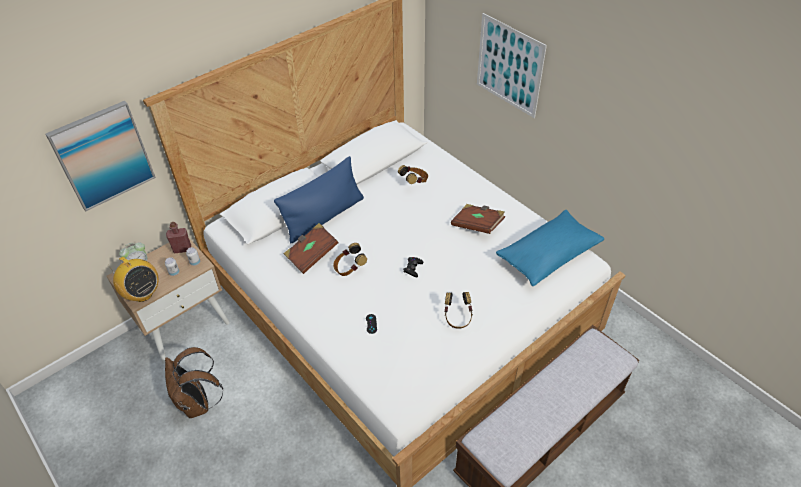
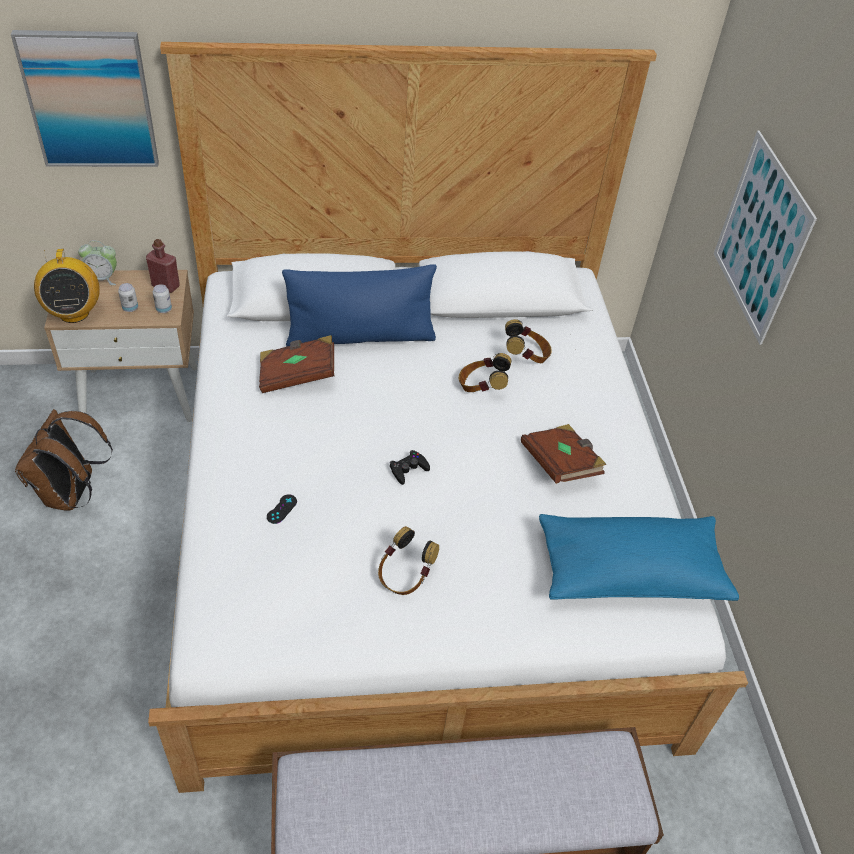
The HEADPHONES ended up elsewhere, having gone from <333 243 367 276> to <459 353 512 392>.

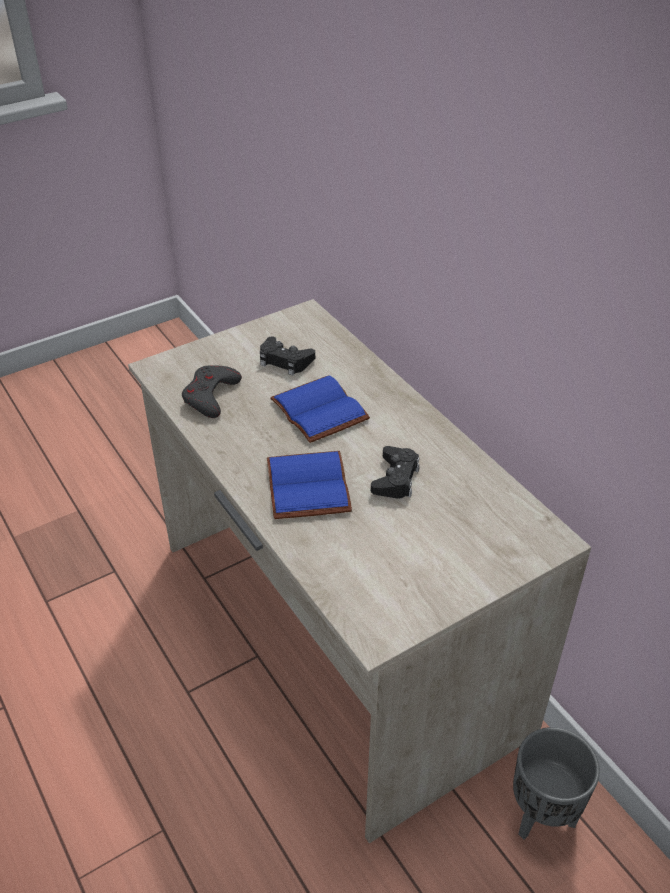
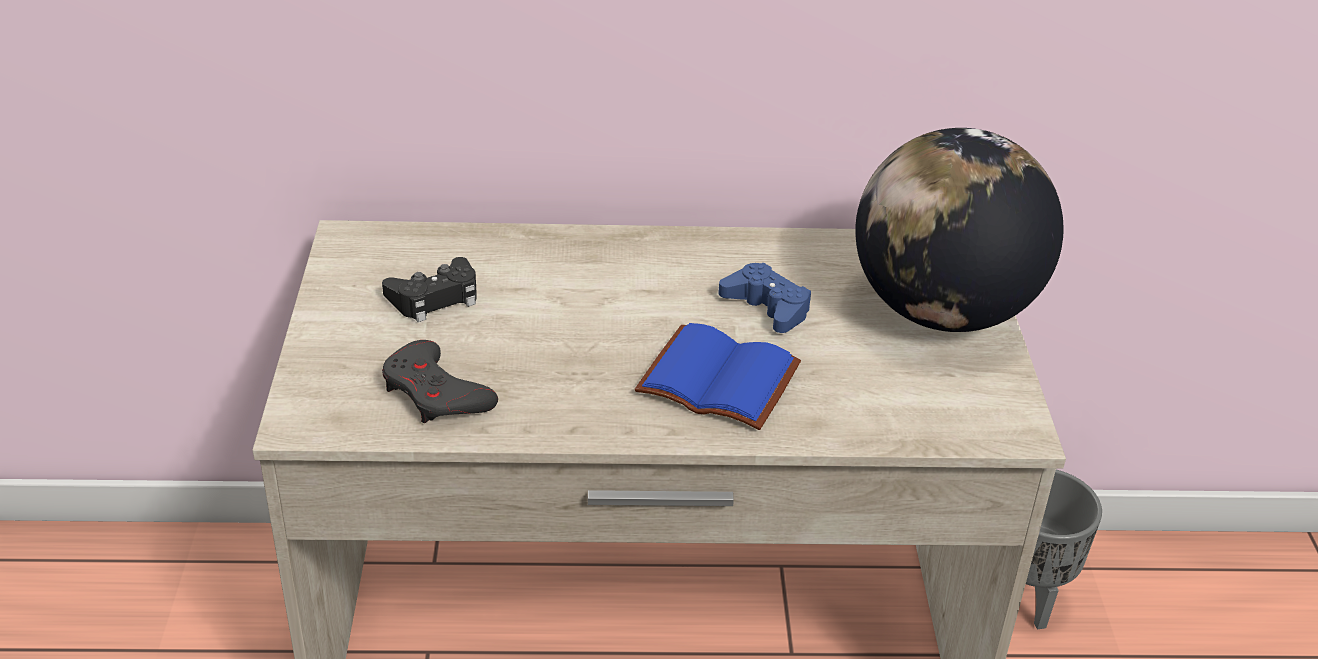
What was the BLACK GAME CONTROLLER at <371 446 419 499> turned into the BLUE GAME CONTROLLER at <718 263 811 333>.
The second view gained the GLOBE at <855 128 1064 332>.
The second view lost the BLUE BOOK at <270 375 370 443>.

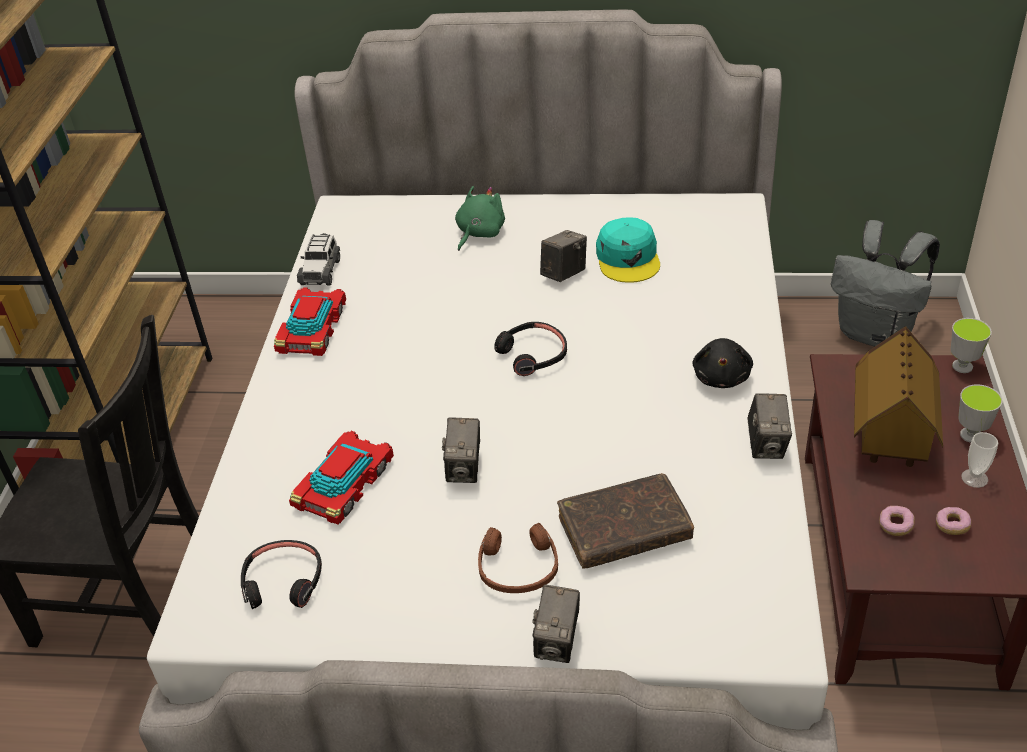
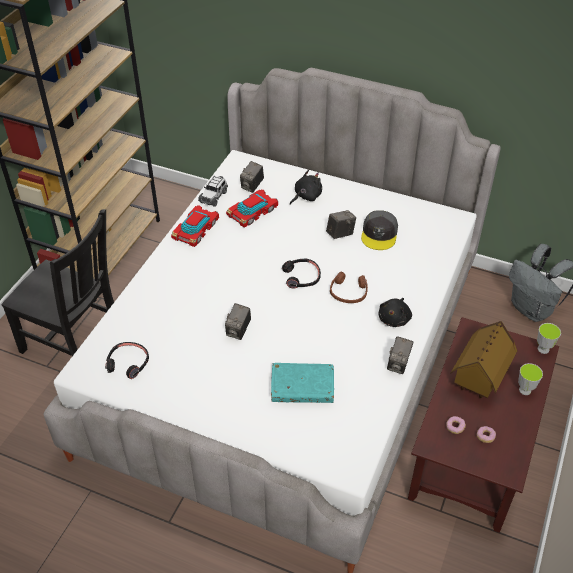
The TOY CAR ended up elsewhere, having gone from <289 431 394 524> to <226 190 278 227>.
The PHOTO CAMERA ended up elsewhere, having gone from <532 585 580 663> to <240 161 264 193>.
What was the BROWN BOOK at <557 473 694 568> turned into the TURQUOISE BOOK at <271 363 334 403>.
What was the GREEN PLUSH TOY at <455 186 505 251> turned into the BLACK PLUSH TOY at <290 170 322 205>.
The BROWN HEADPHONES ended up elsewhere, having gone from <478 523 558 593> to <330 271 368 303>.
What was the TURQUOISE CAP at <596 218 660 283> turned into the GREY CAP at <361 210 398 250>.
The second view lost the CUP at <961 432 998 488>.

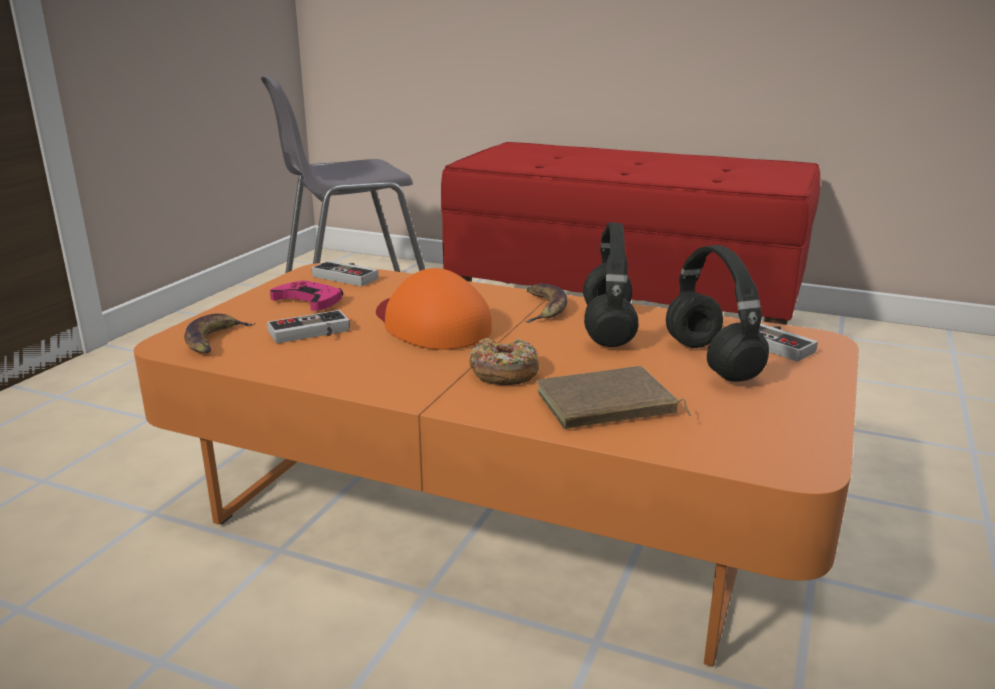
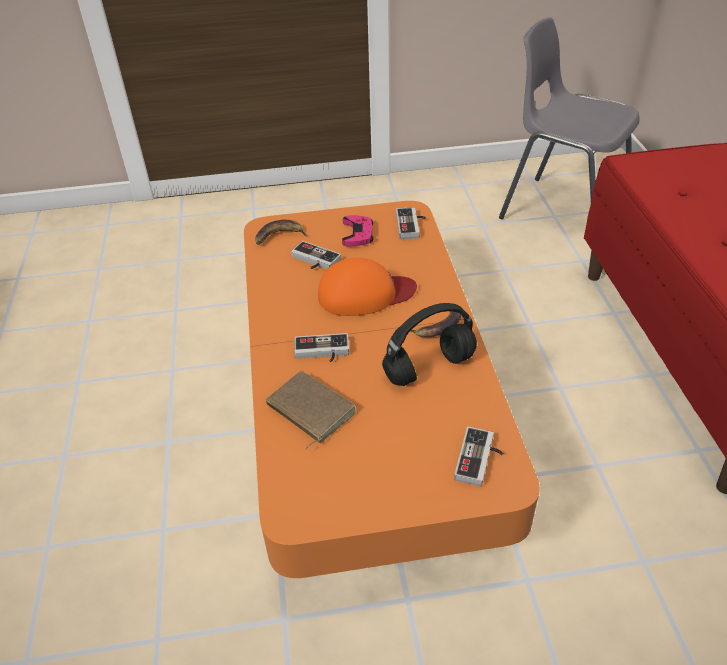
Where the DONUT stood at <469 338 539 385>, the GAME CONTROLLER came to stand at <294 333 350 362>.
The ORANGE CAP at <376 268 492 350> ended up facing another way, 60 degrees clockwise from before.
The second view lost the BLACK HEADPHONES at <666 245 769 382>.

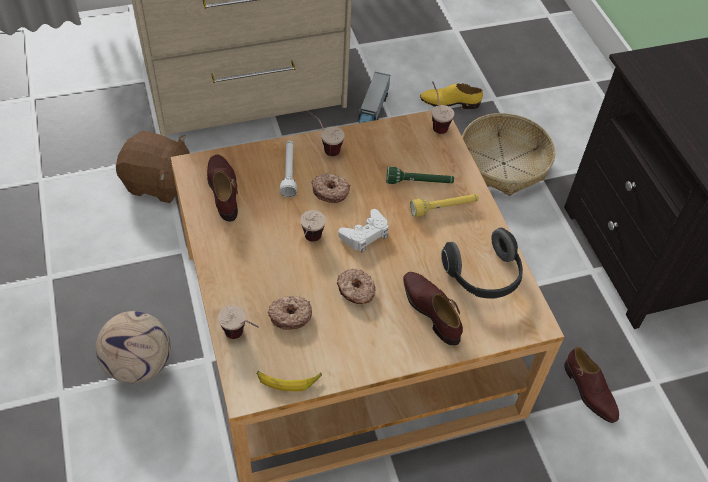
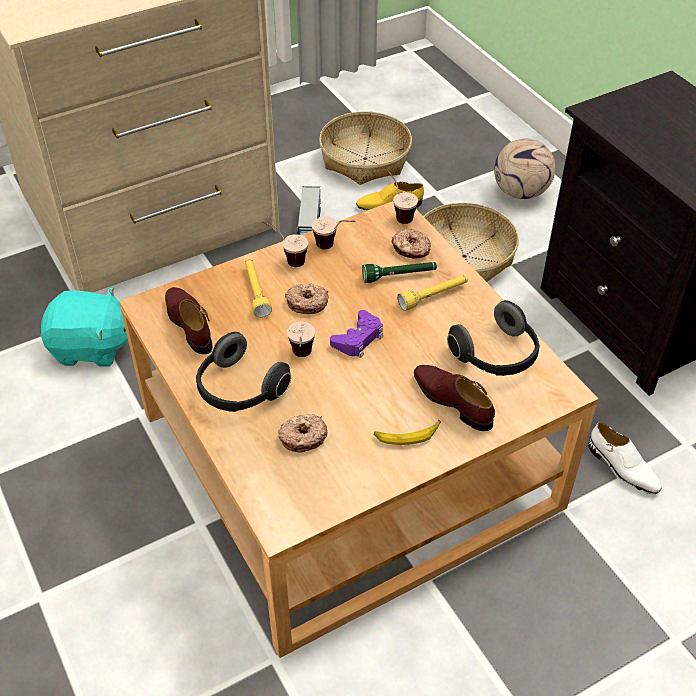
What was the BROWN PLUSH TOY at <116 131 190 203> turned into the TURQUOISE PLUSH TOY at <41 287 128 367>.
The second view gained the HEADPHONES at <196 332 291 412>.
What was the WHITE FLASHLIGHT at <280 141 297 197> turned into the YELLOW FLASHLIGHT at <245 258 272 318>.
The CUP ended up elsewhere, having gone from <218 305 259 339> to <312 217 356 249>.
The second view gained the BASKET at <319 111 412 185>.
What was the WHITE GAME CONTROLLER at <338 209 389 252> turned into the PURPLE GAME CONTROLLER at <330 310 383 358>.
The BANANA ended up elsewhere, having gone from <257 371 322 391> to <374 420 441 445>.
The DONUT ended up elsewhere, having gone from <337 268 376 304> to <392 229 431 259>.
The FOOTBALL ended up elsewhere, having gone from <96 311 171 383> to <494 139 555 199>.
What was the BROWN SHOE at <564 347 619 423> turned into the WHITE SHOE at <588 422 661 494>.

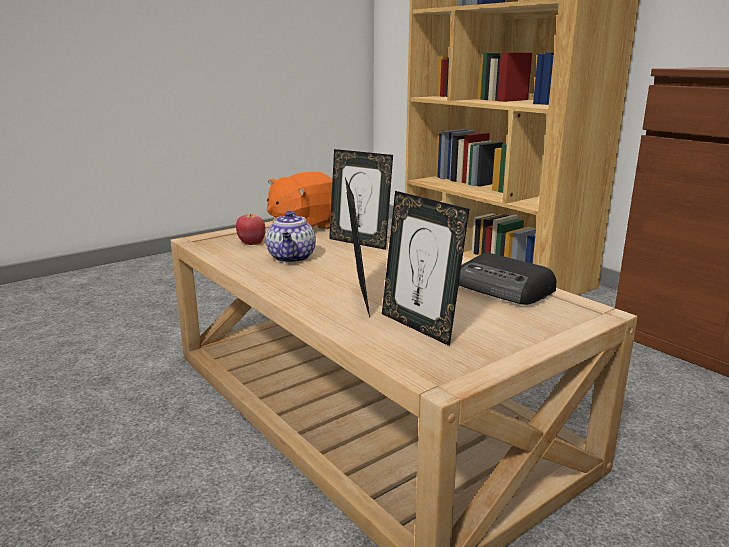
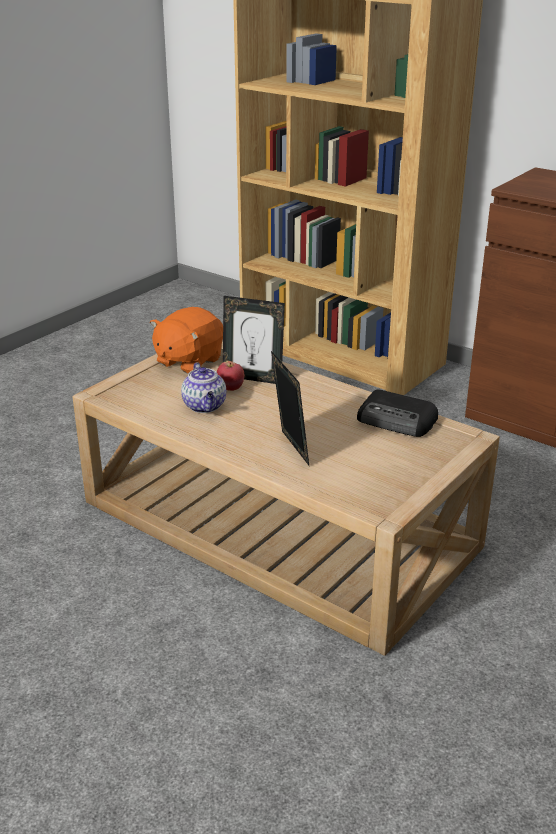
The APPLE ended up elsewhere, having gone from <236 214 266 245> to <217 361 244 391>.
The second view lost the PICTURE FRAME at <382 191 469 346>.

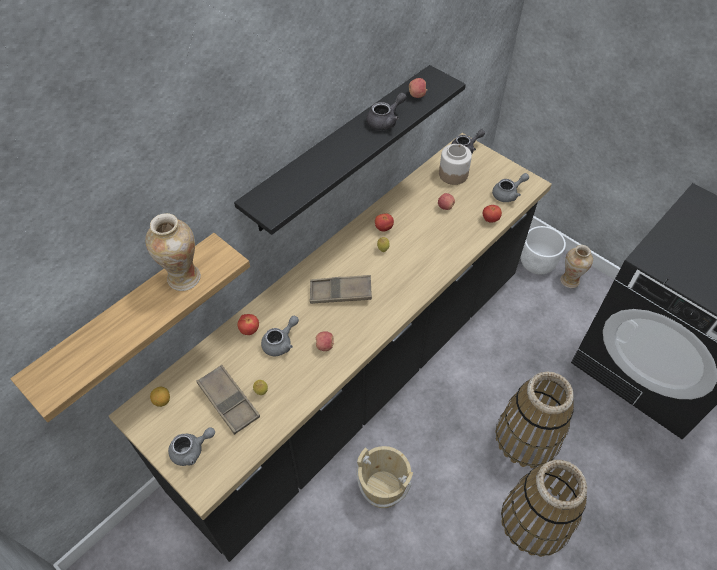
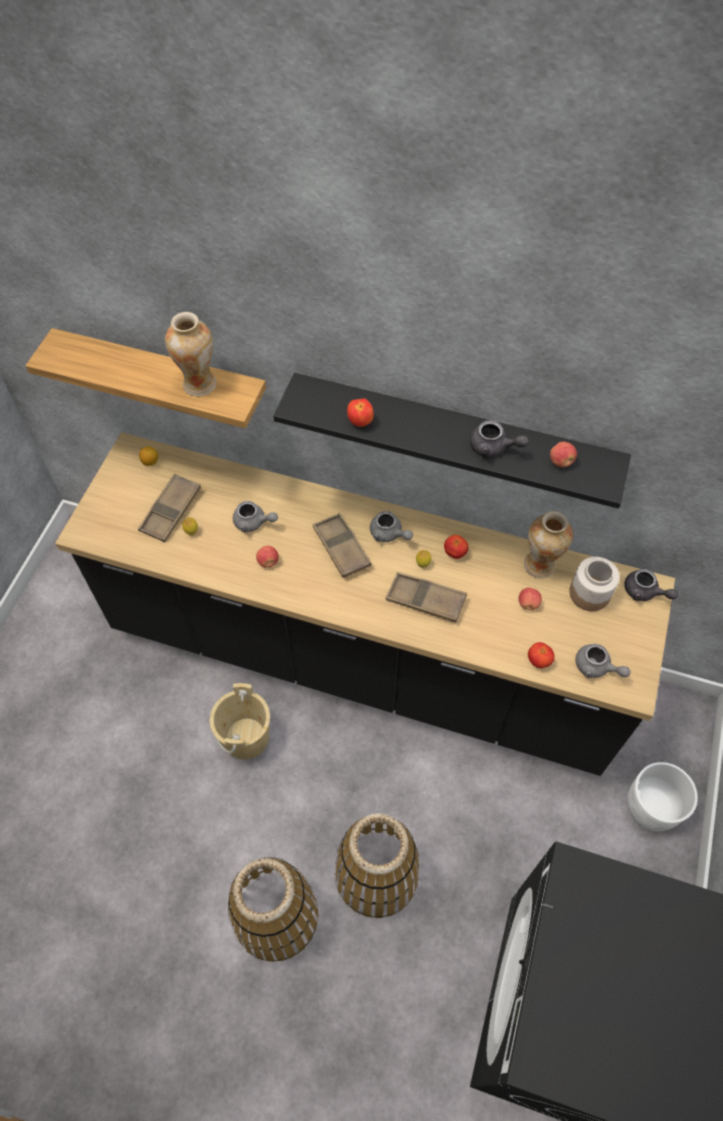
The APPLE ended up elsewhere, having gone from <238 314 259 335> to <347 398 374 427>.
The GREY TEAPOT ended up elsewhere, having gone from <168 427 215 466> to <370 511 413 542>.
The second view gained the BROWN TRAY at <386 572 467 623>.
The VASE ended up elsewhere, having gone from <560 245 593 288> to <524 511 573 578>.

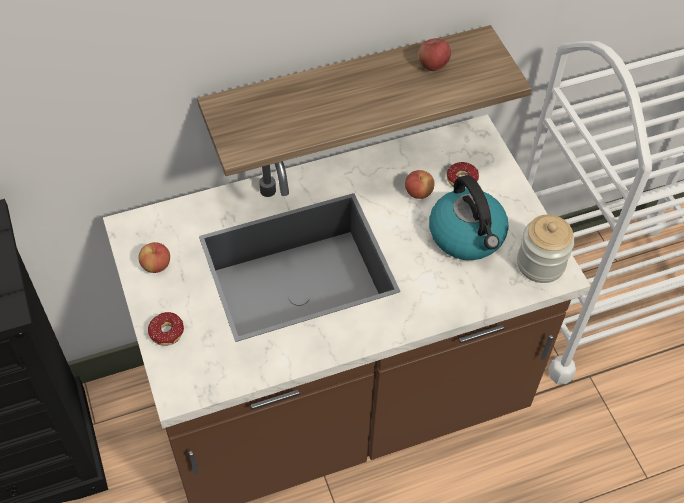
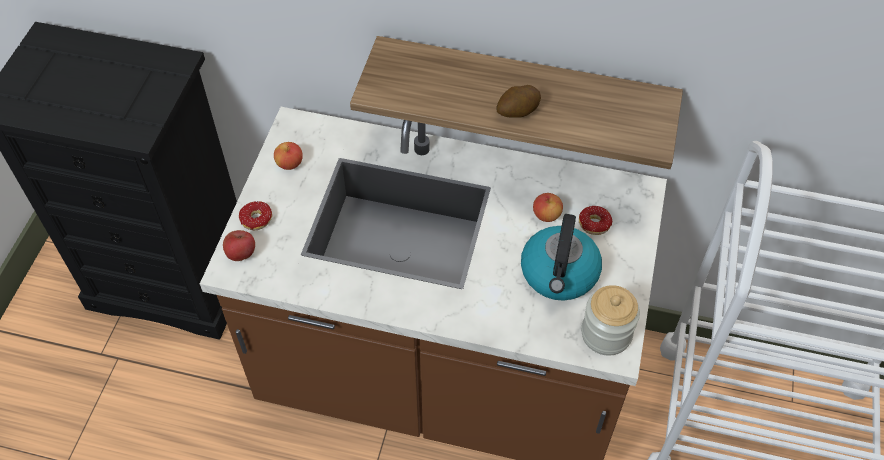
The APPLE ended up elsewhere, having gone from <418 38 451 71> to <223 230 255 261>.
The second view gained the POTATO at <497 85 541 118>.

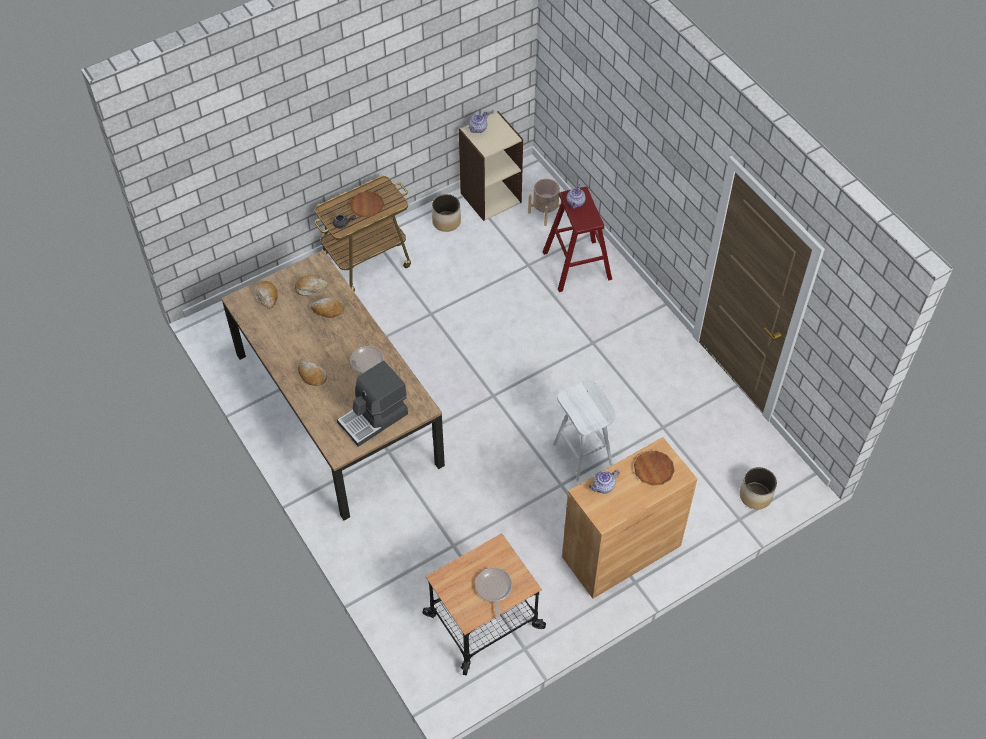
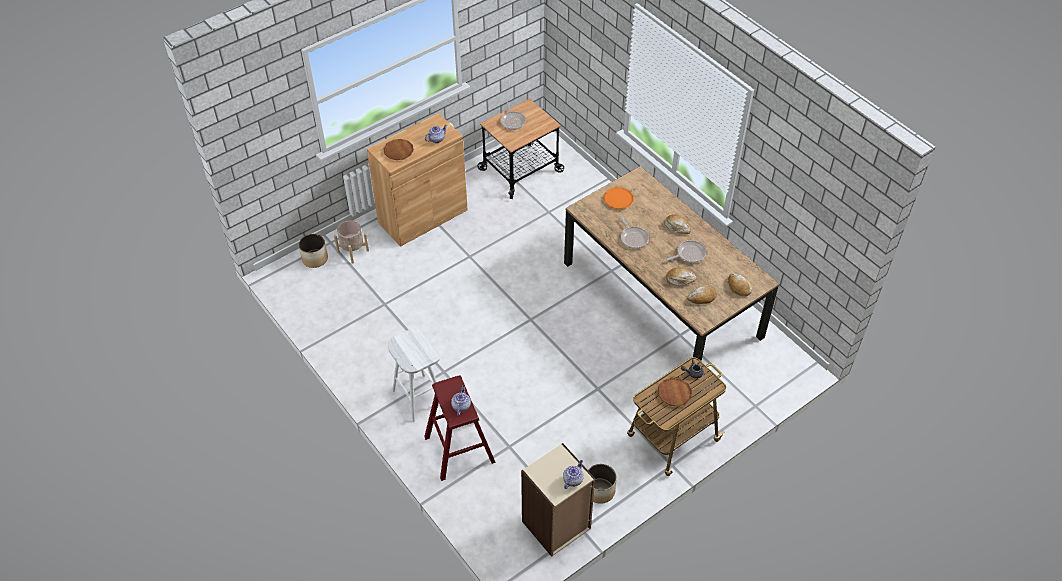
The BEIGE PLANTER ended up elsewhere, having gone from <528 179 562 226> to <334 220 369 263>.
The WHITE STOOL ended up elsewhere, having gone from <553 381 616 482> to <388 327 440 422>.
Where the COFFEE MACHINE stood at <337 360 408 447>, the ORANGE PLATE came to stand at <604 187 634 209>.
The second view gained the FRYING PAN at <665 240 706 263>.

